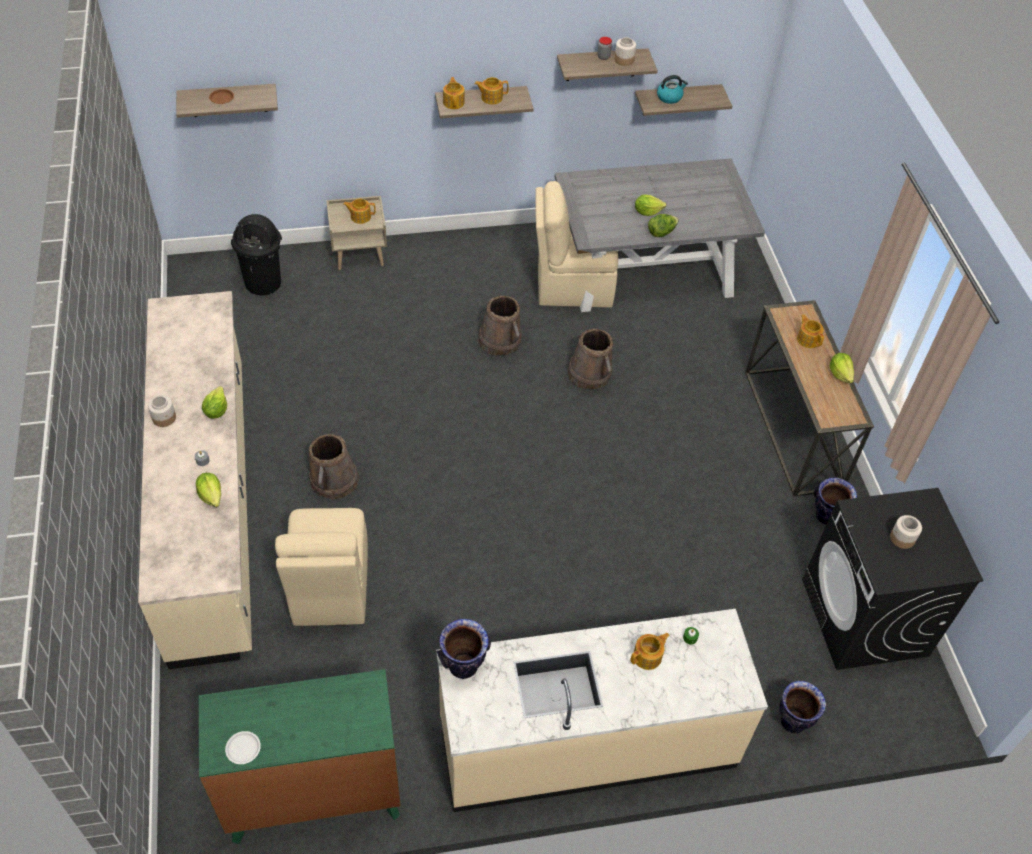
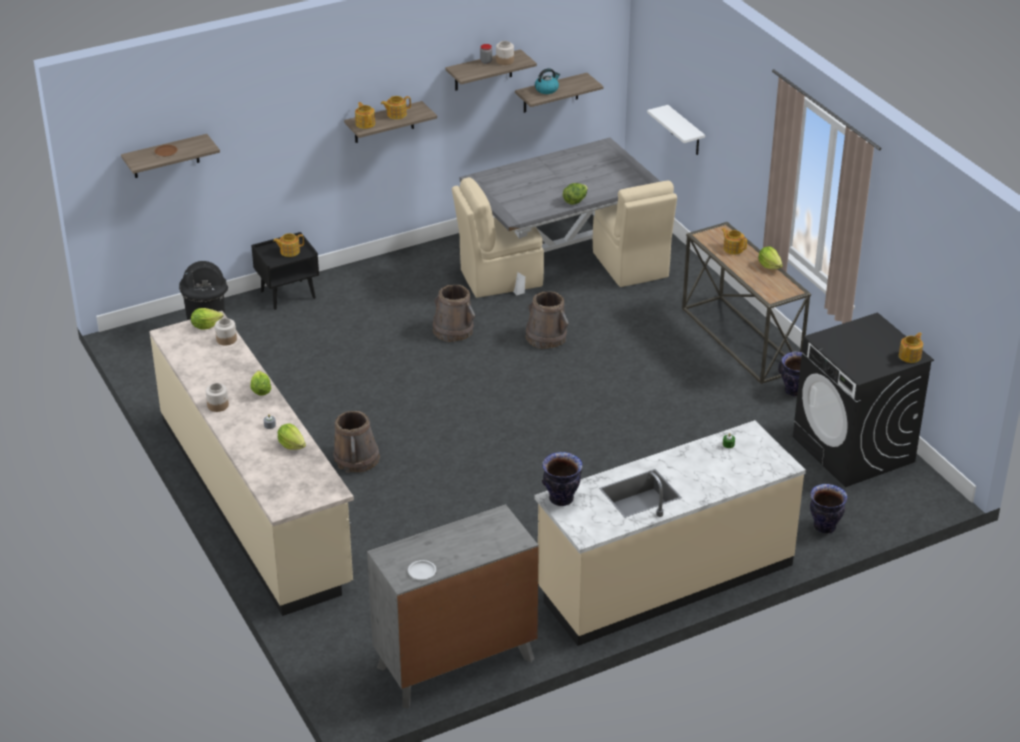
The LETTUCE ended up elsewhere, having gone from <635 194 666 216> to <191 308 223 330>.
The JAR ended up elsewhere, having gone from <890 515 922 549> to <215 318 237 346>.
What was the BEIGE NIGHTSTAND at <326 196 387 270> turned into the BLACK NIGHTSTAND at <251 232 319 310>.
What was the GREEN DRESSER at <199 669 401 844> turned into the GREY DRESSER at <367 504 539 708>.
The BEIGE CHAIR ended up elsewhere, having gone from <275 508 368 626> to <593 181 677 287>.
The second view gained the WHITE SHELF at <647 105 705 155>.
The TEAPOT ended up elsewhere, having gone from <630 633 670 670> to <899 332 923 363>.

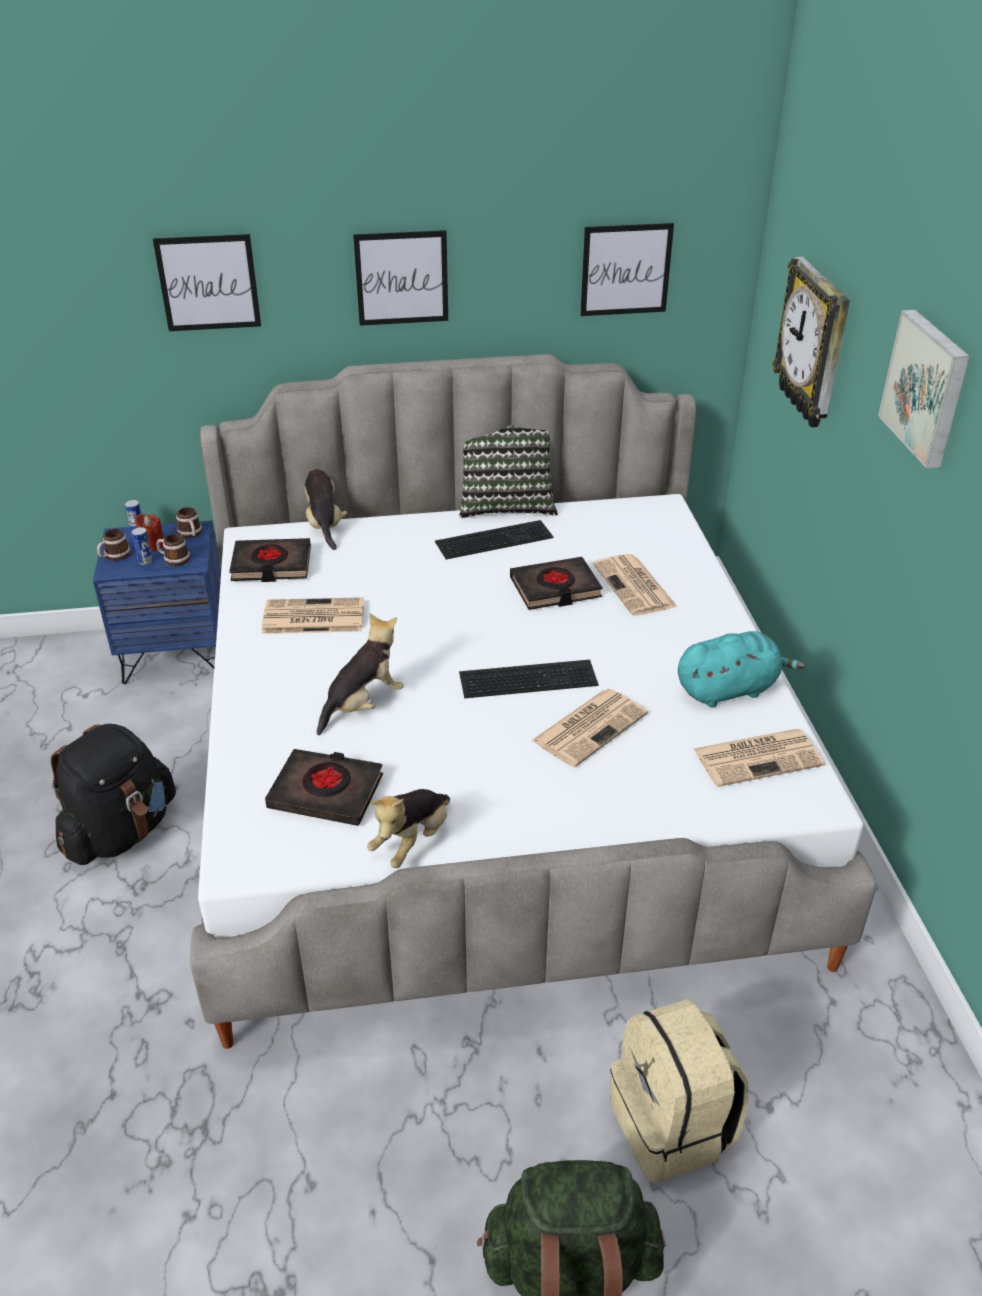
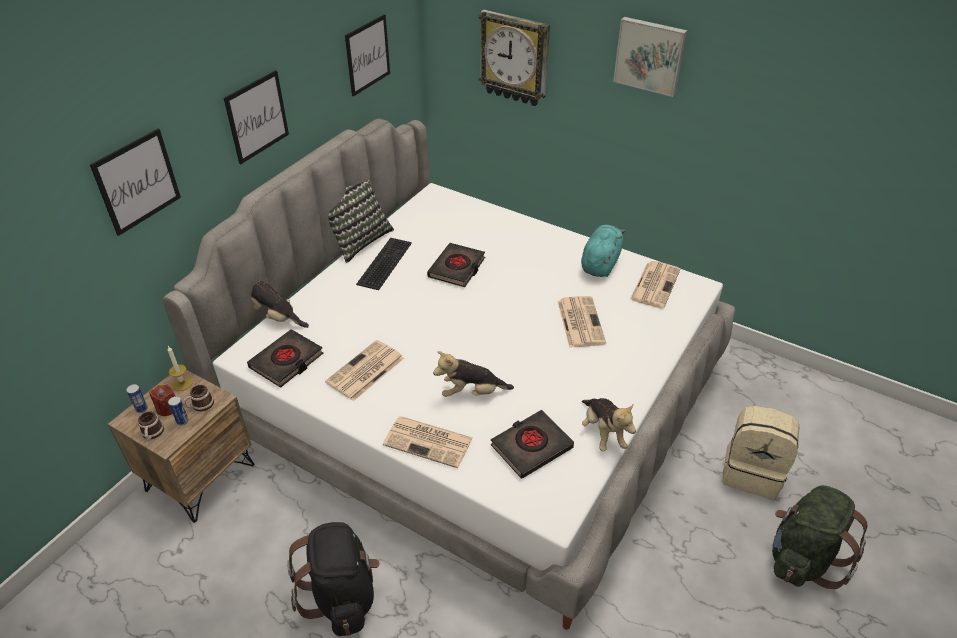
What was the BLUE NIGHTSTAND at <93 521 221 684> turned into the BROWN NIGHTSTAND at <108 370 254 523>.
Where the MUG stood at <176 507 202 538>, the CANDLE came to stand at <167 346 193 391>.
The NEWSPAPER ended up elsewhere, having gone from <593 554 677 616> to <383 416 473 468>.
The PLUSH TOY at <317 614 404 735> ended up facing another way, 90 degrees counterclockwise from before.
The second view lost the KEYBOARD at <459 660 598 698>.

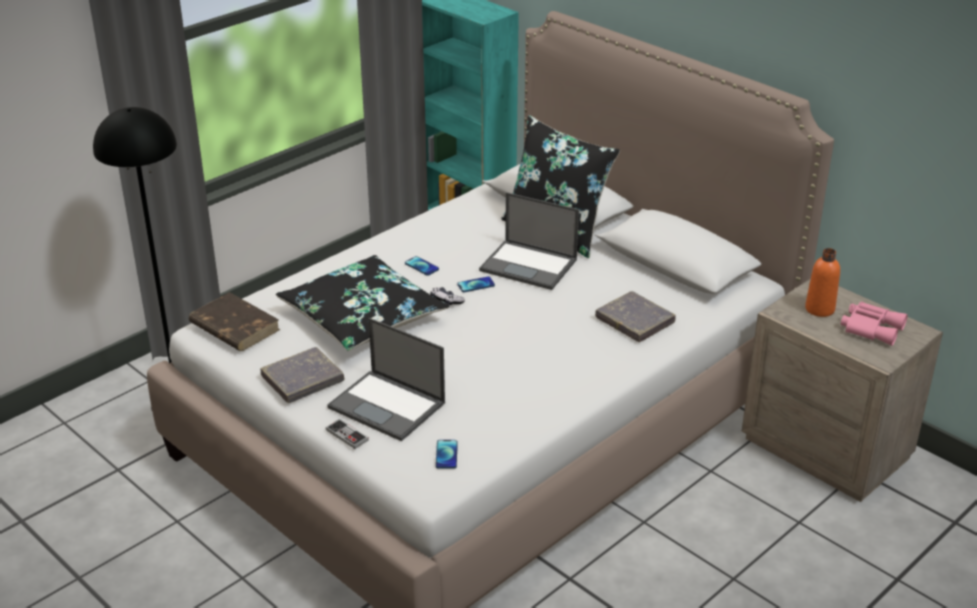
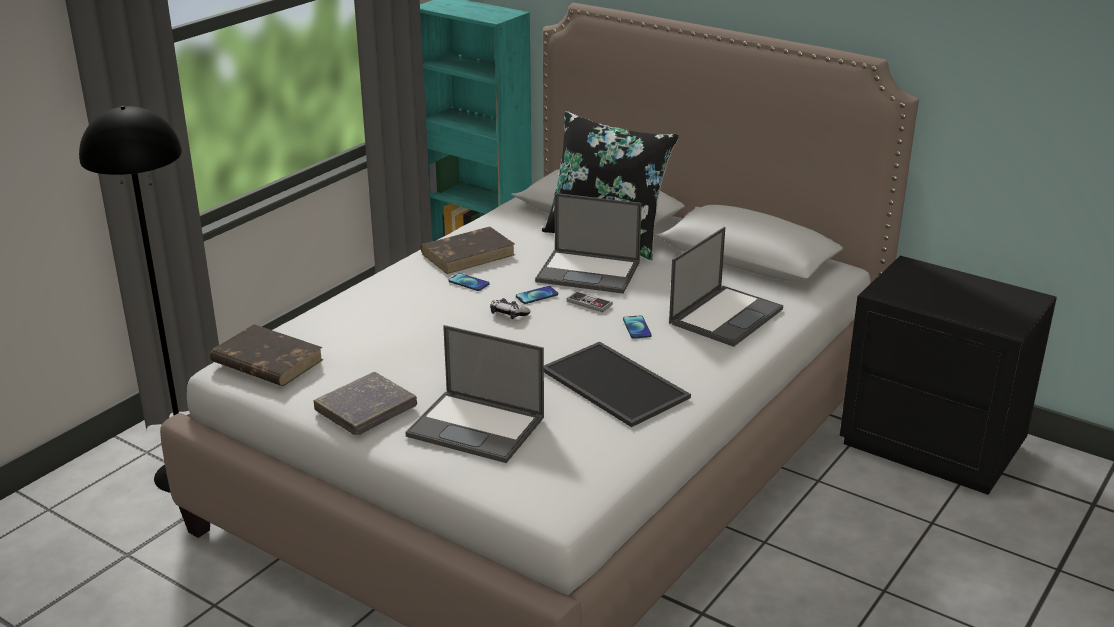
The second view gained the BROWN BOOK at <421 226 515 274>.
The second view gained the TRAY at <544 342 691 427>.
The GAME CONTROLLER ended up elsewhere, having gone from <326 419 369 449> to <567 291 613 313>.
The PHONE ended up elsewhere, having gone from <436 440 458 469> to <623 315 652 339>.
Where the GREY BOOK stood at <595 291 676 342>, the LAPTOP came to stand at <669 227 783 347>.
What was the BEIGE NIGHTSTAND at <742 278 943 502> turned into the BLACK NIGHTSTAND at <840 256 1057 495>.
The second view lost the BLACK PILLOW at <276 255 450 351>.
The second view lost the ORANGE BOTTLE at <805 248 840 317>.
The second view lost the PINK BINOCULARS at <841 302 908 346>.

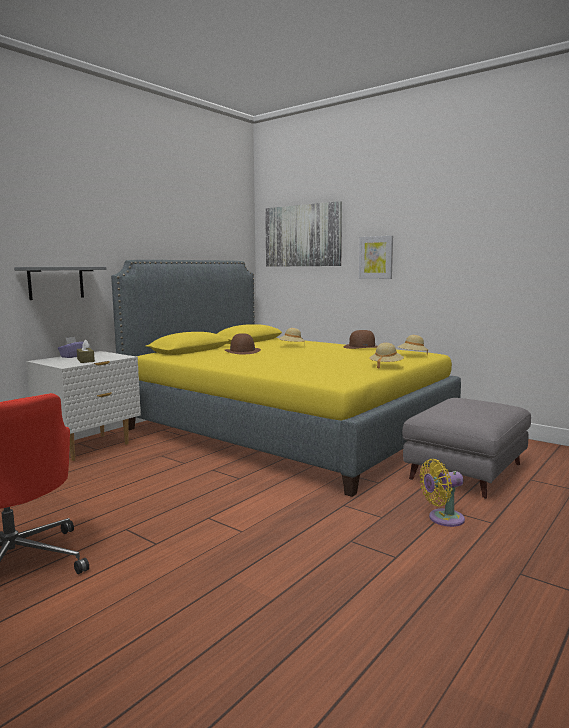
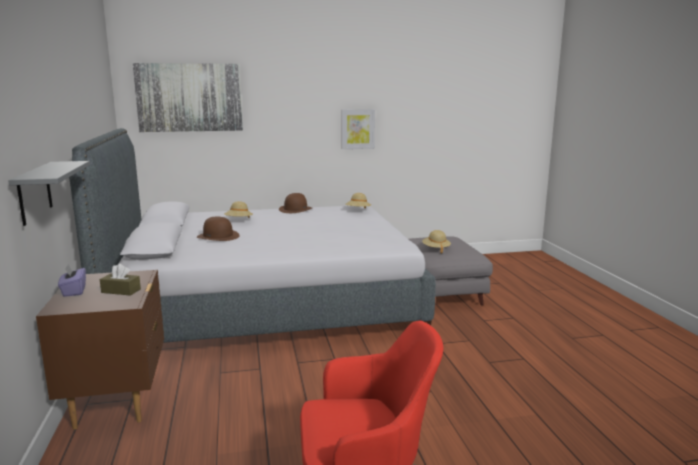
What was the WHITE NIGHTSTAND at <26 351 141 461> turned into the BROWN NIGHTSTAND at <36 270 164 430>.
What was the YELLOW BED at <111 260 461 497> turned into the GREY BED at <69 128 436 343>.
The PICTURE ended up elsewhere, having gone from <359 236 393 279> to <341 109 375 149>.
The BEIGE HAT ended up elsewhere, having gone from <369 343 404 369> to <422 230 451 253>.
The second view lost the YELLOW FAN at <419 459 465 527>.

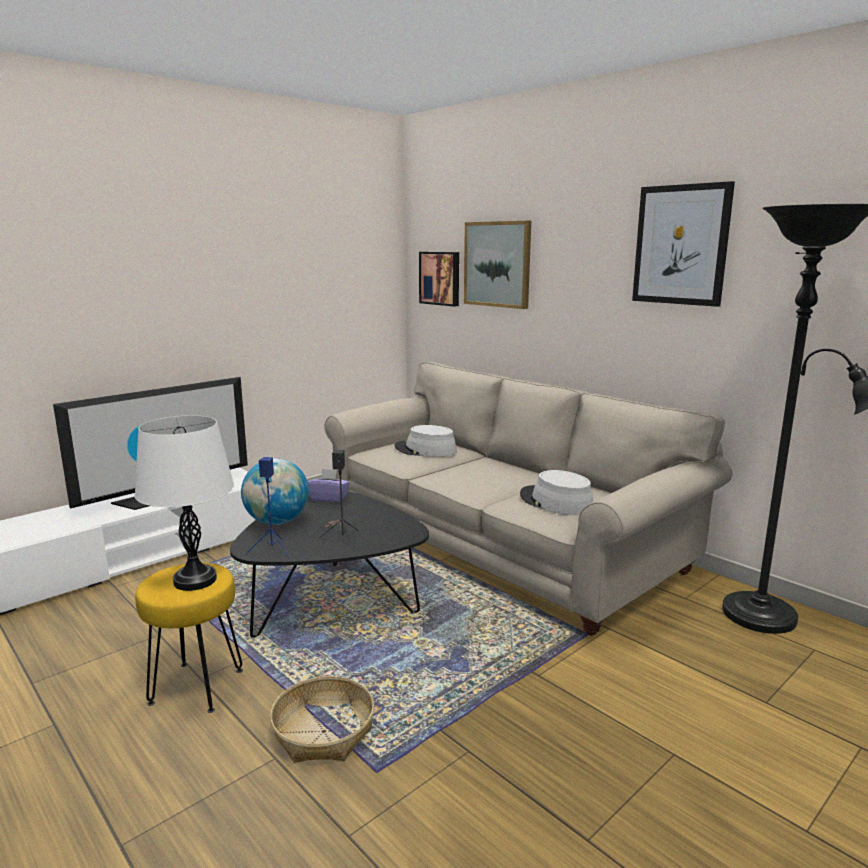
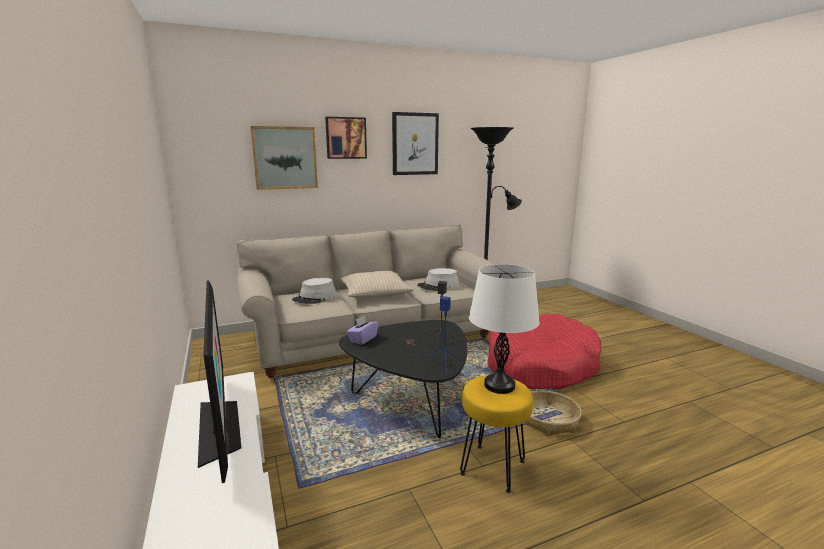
The PICTURE ended up elsewhere, having gone from <419 252 459 307> to <325 117 367 159>.
The second view gained the BEIGE PILLOW at <340 271 414 299>.
The second view gained the RED DOG BED at <487 314 602 389>.
The second view lost the GLOBE at <241 458 309 525>.

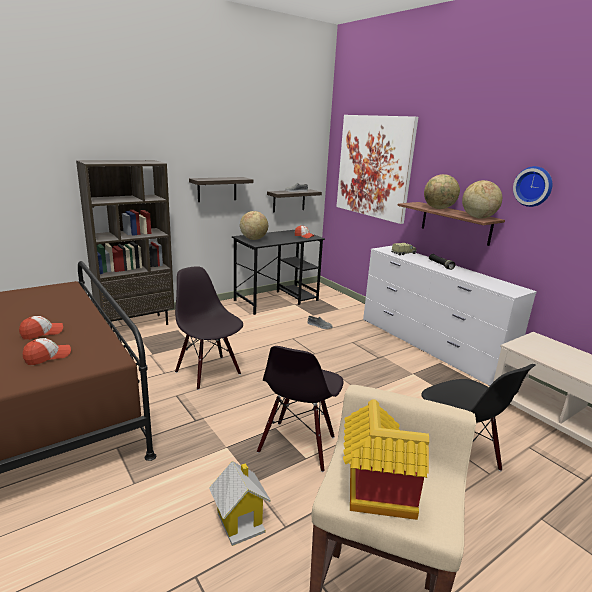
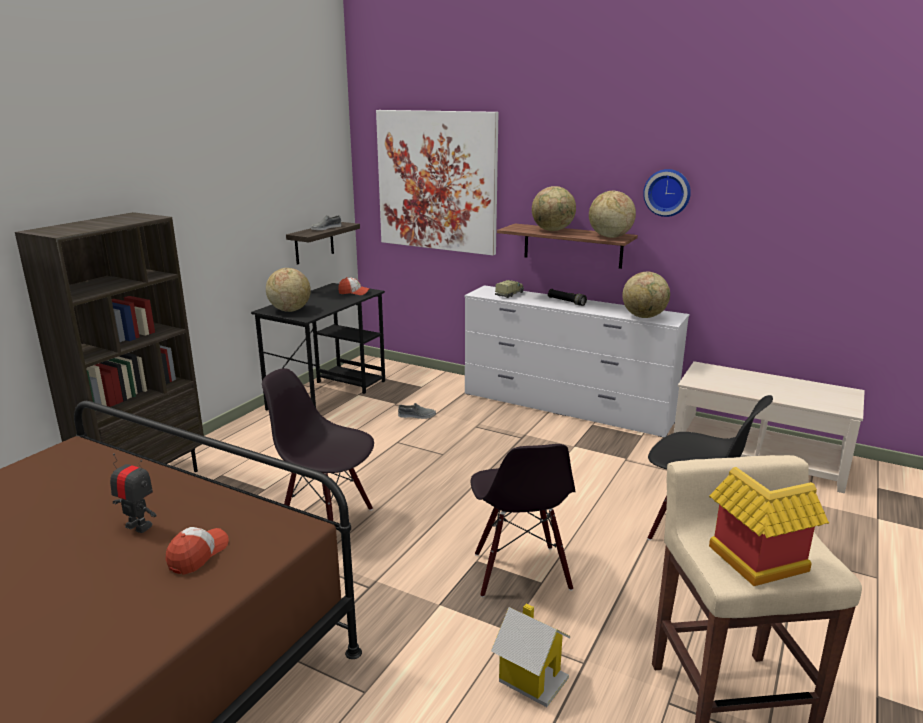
Where the CAP stood at <19 316 63 340>, the TOY ROBOT came to stand at <110 454 156 533>.
The second view gained the GLOBE at <622 272 670 318>.
The second view lost the SHELF at <189 177 253 202>.

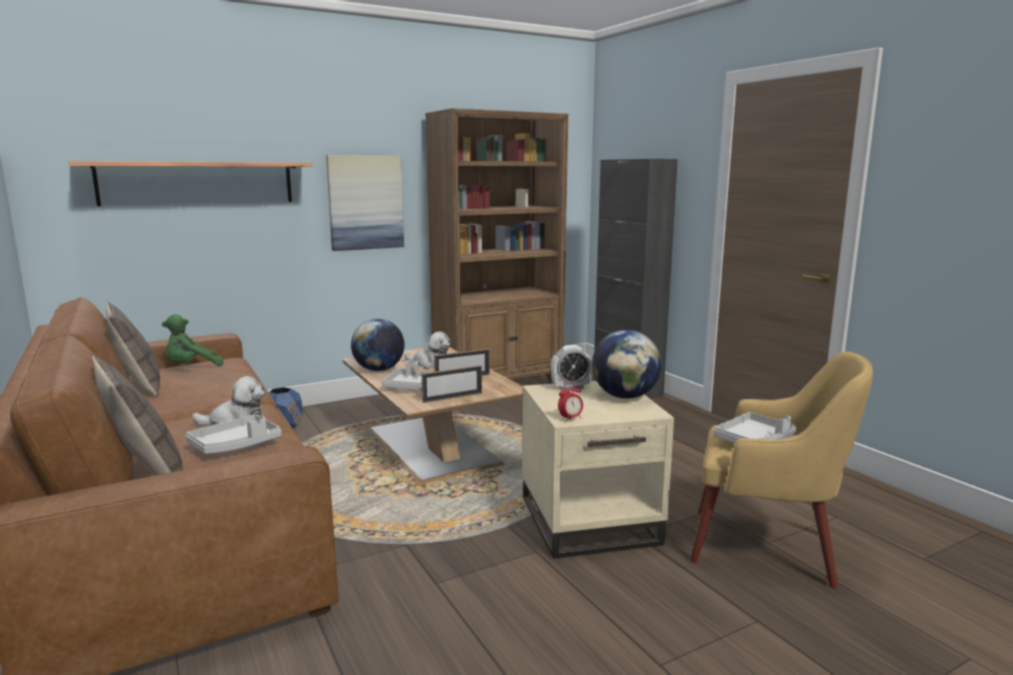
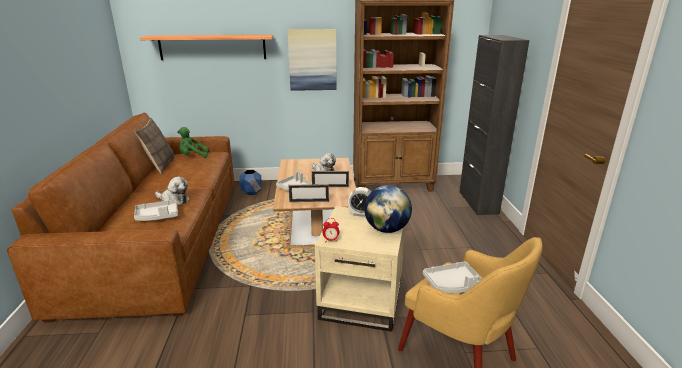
The second view lost the PILLOW at <92 355 183 475>.
The second view lost the GLOBE at <351 318 405 371>.

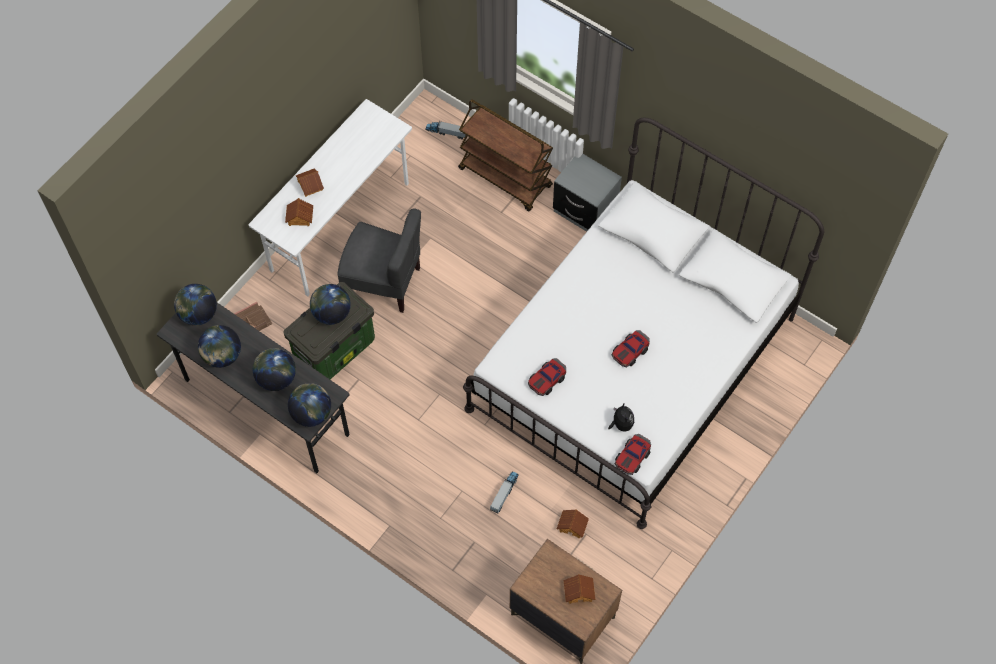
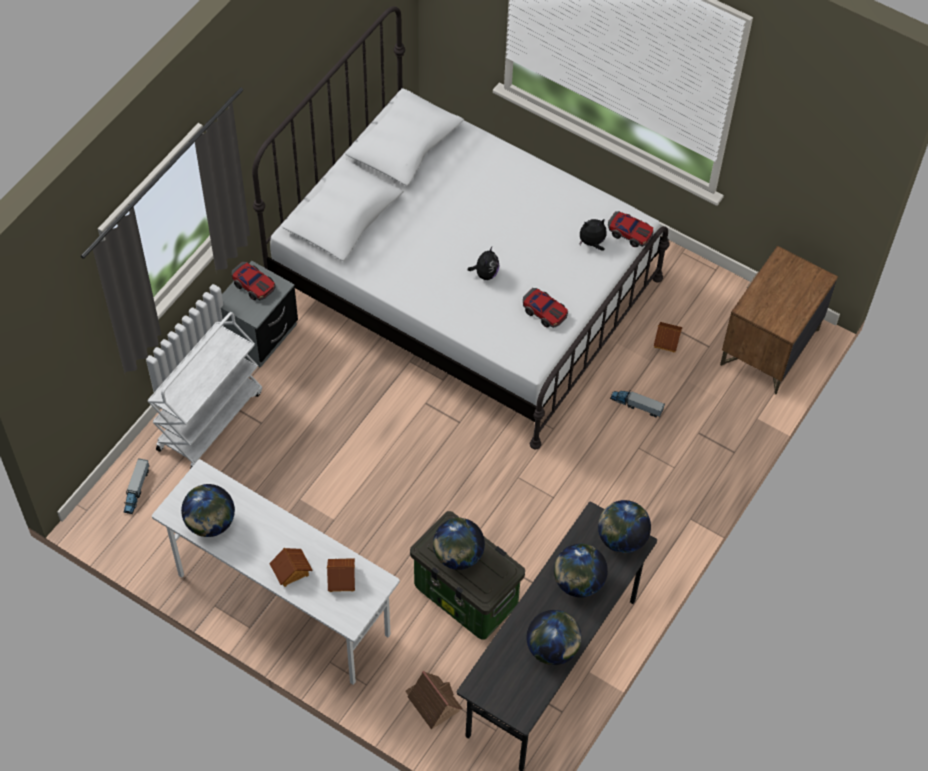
What was the BROWN CART at <458 99 553 211> turned into the WHITE CART at <148 312 262 469>.
The GLOBE ended up elsewhere, having gone from <174 284 217 326> to <181 484 235 537>.
The TOY CAR ended up elsewhere, having gone from <612 330 650 367> to <232 262 276 301>.
The second view gained the PLUSH TOY at <467 247 500 280>.
The second view lost the GREY CHAIR at <337 208 421 313>.
The second view lost the TOY HOUSE at <564 574 595 604>.

